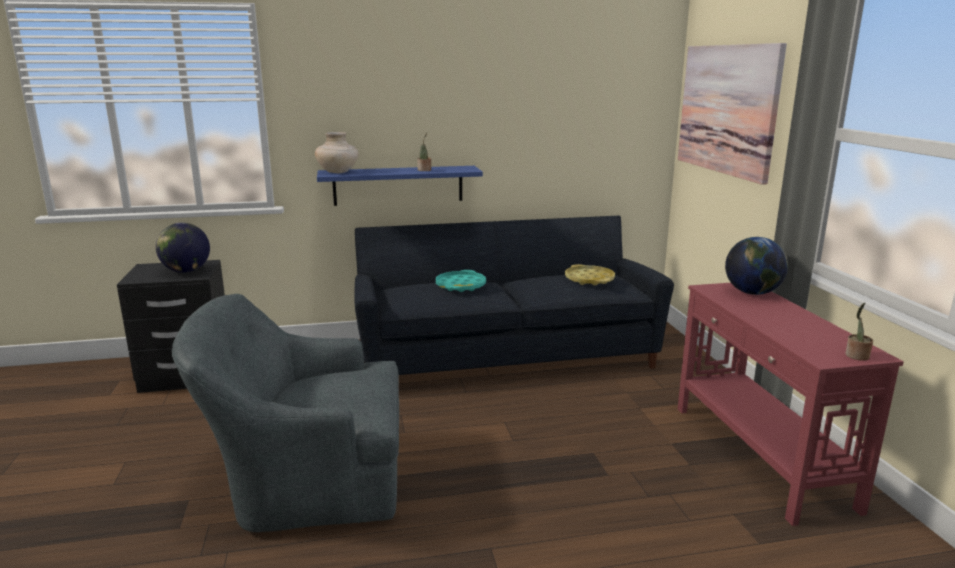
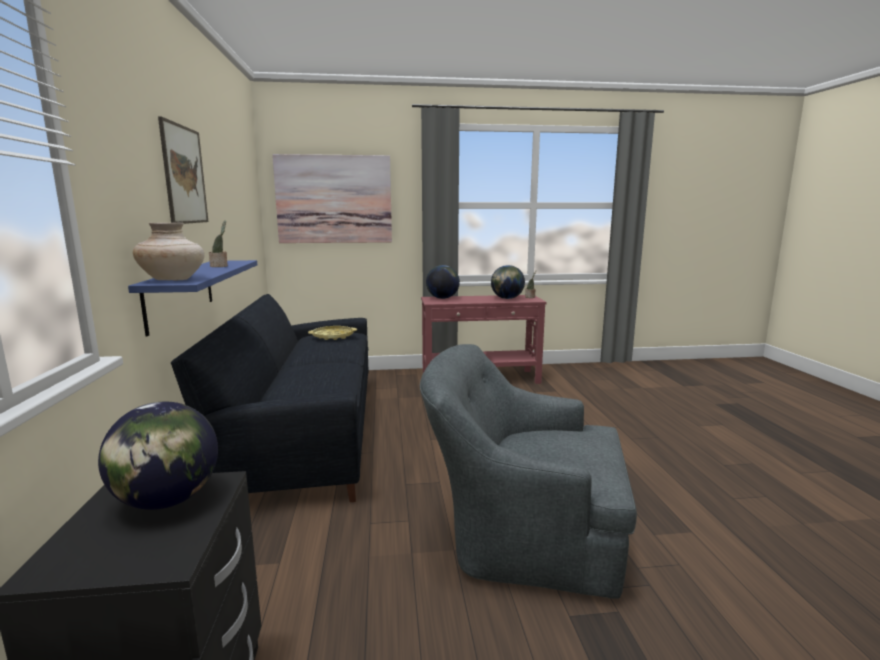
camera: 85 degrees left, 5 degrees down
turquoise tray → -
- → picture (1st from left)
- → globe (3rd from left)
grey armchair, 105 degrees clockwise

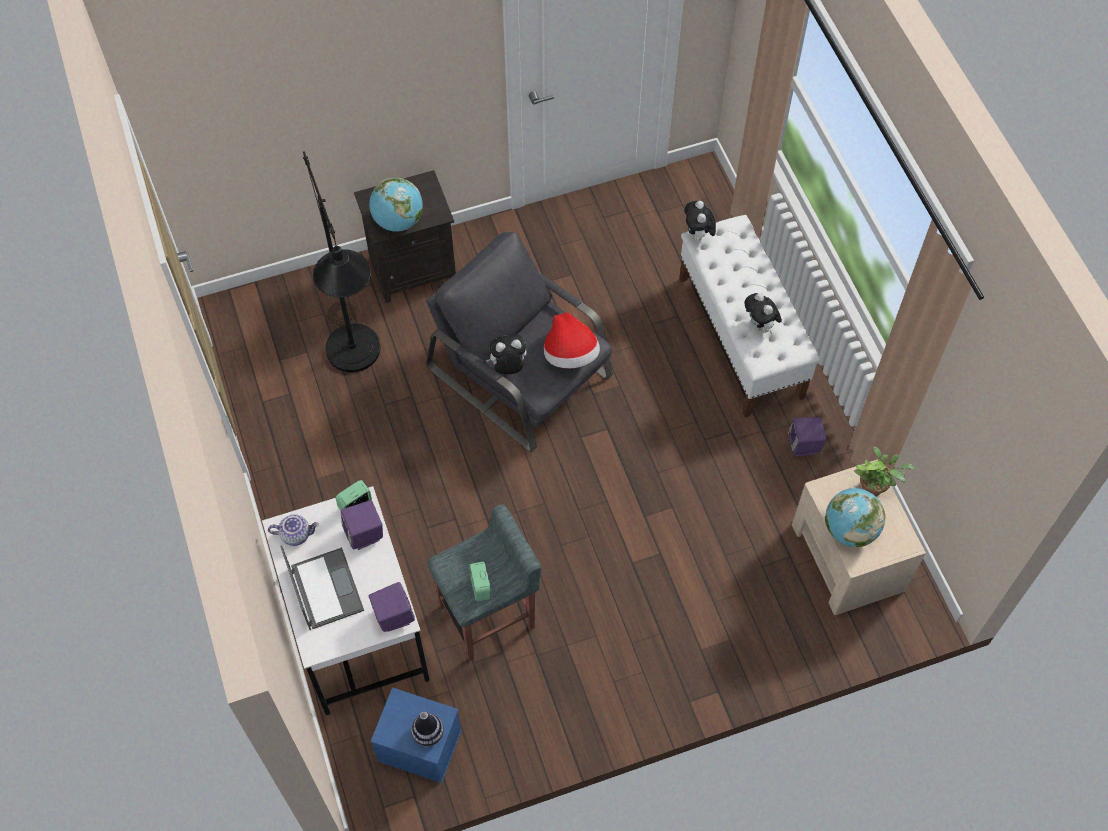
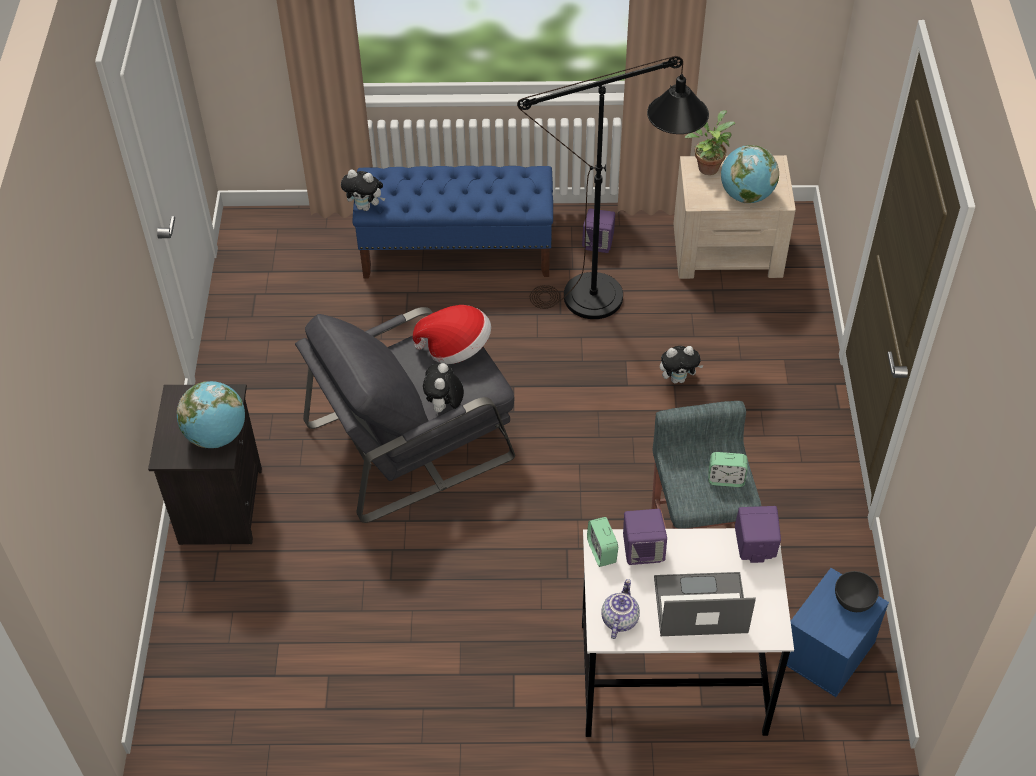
camera: 70 degrees left, 10 degrees down
black floor lamp, move
plush toy (3rd from left), move
vase → grey bowl
white bench → blue bench

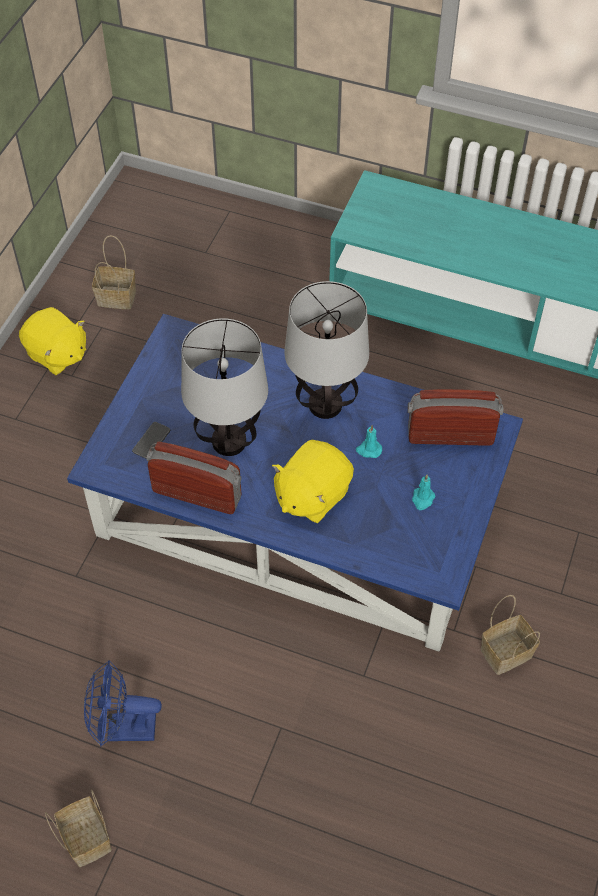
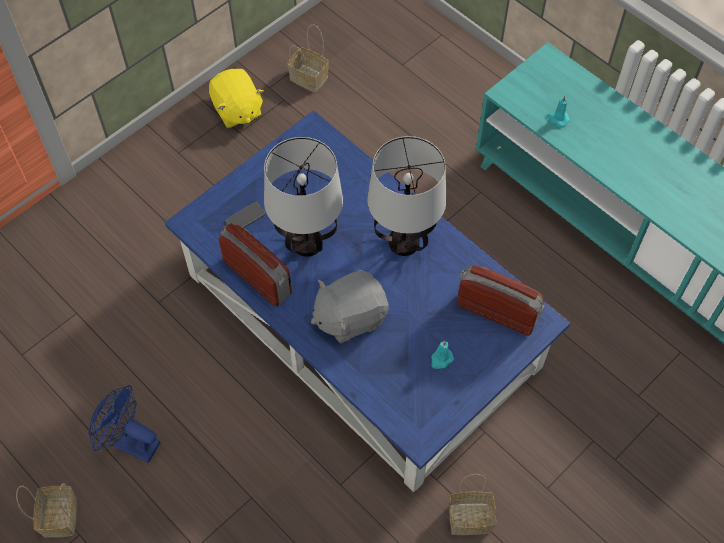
camera: 25 degrees right, 5 degrees up
turquoise candle (1st from left in the first image) → turquoise candle (2nd from left), move
yellow plush toy (2nd from left) → grey plush toy

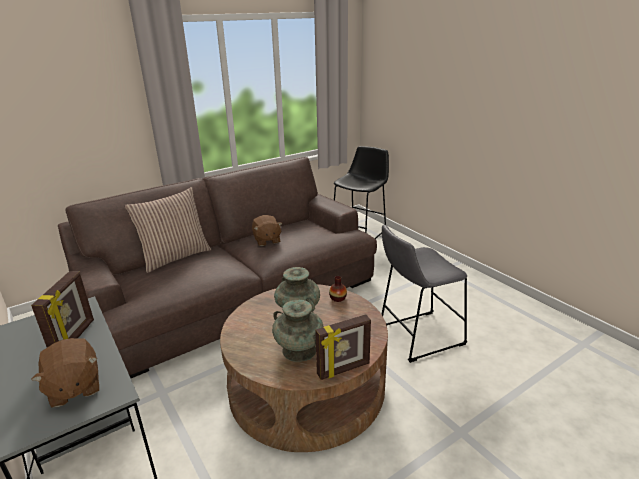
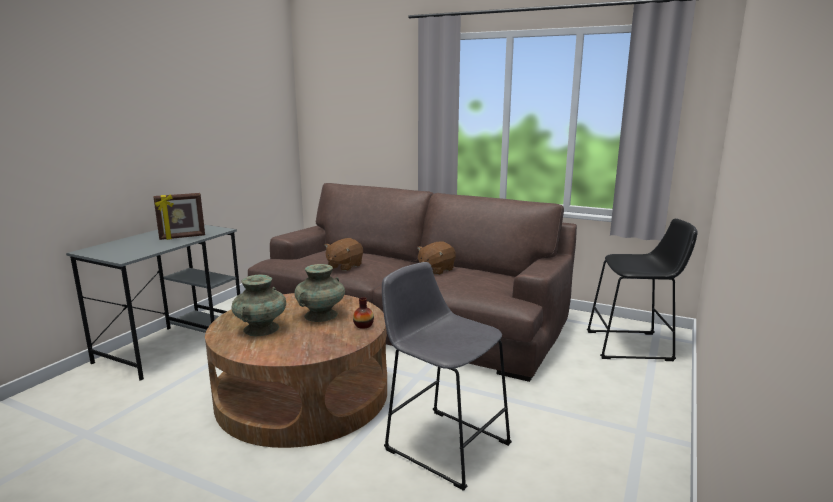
camera: 60 degrees right, 10 degrees down
pillow → -
picture frame (2nd from left) → -
brown plush toy (1st from left), move

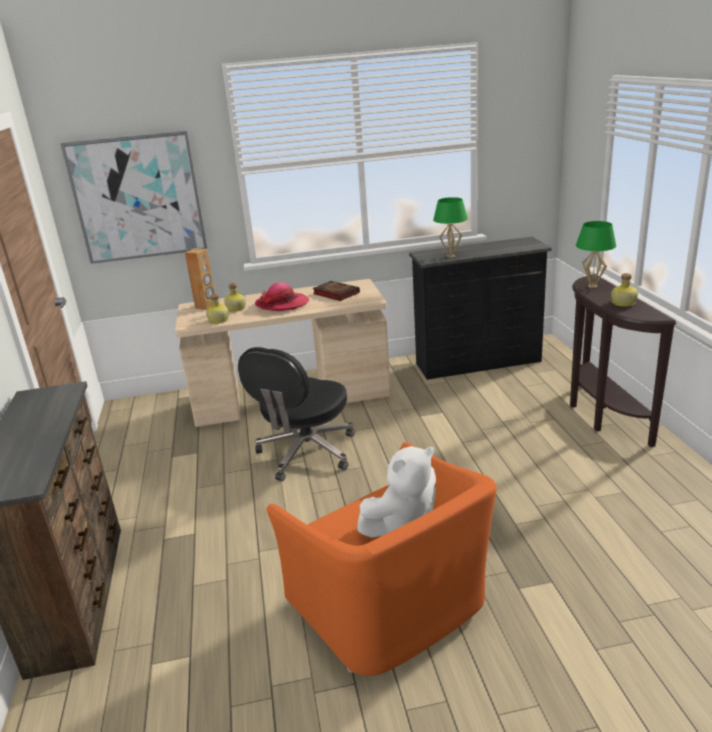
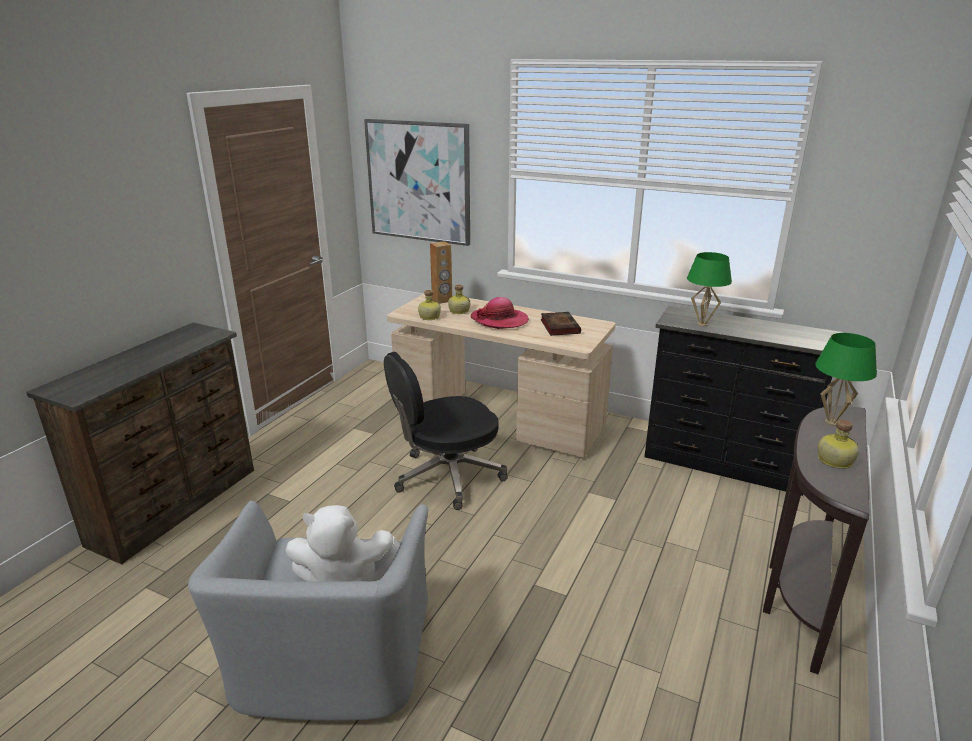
camera: 35 degrees right, 0 degrees up
orange armchair → grey armchair

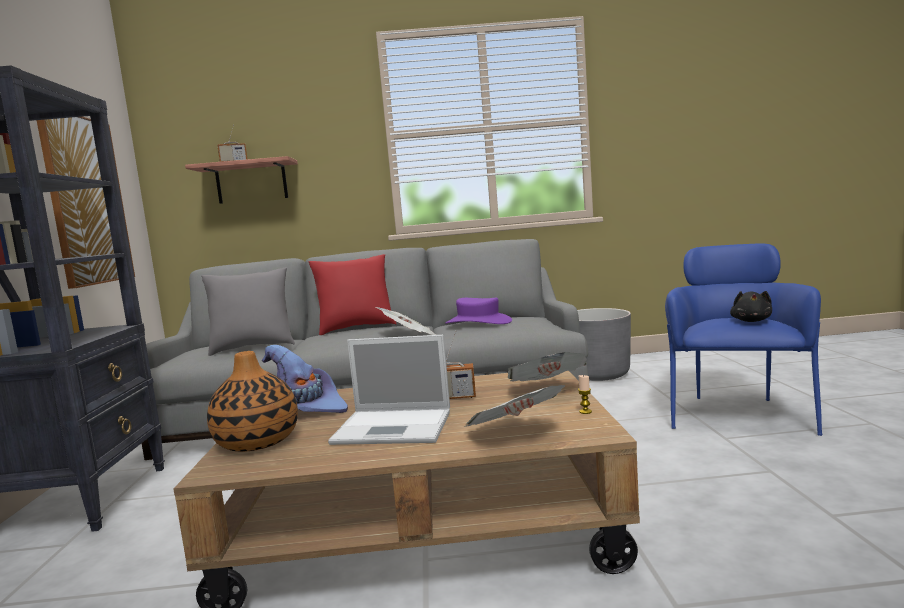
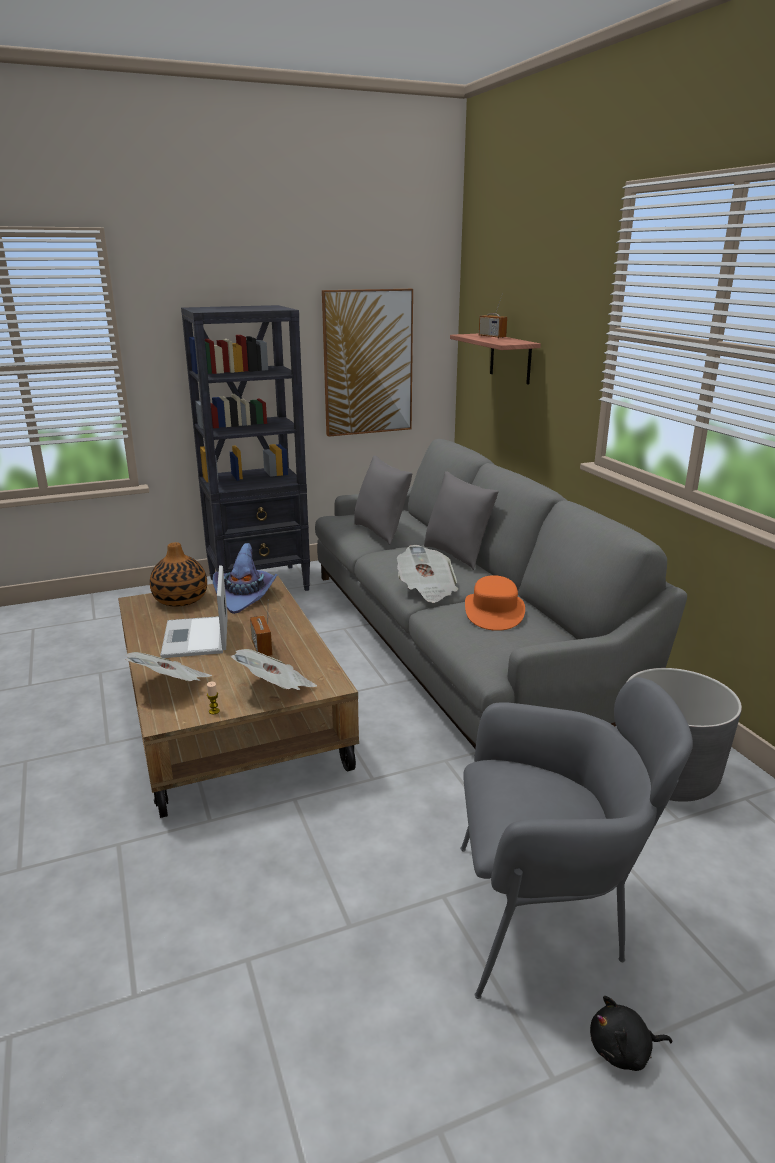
camera: 70 degrees right, 15 degrees up
black plush toy, move
red pillow → grey pillow (2nd from left)
purple hat (2nd from left) → orange hat
blue armchair → grey armchair

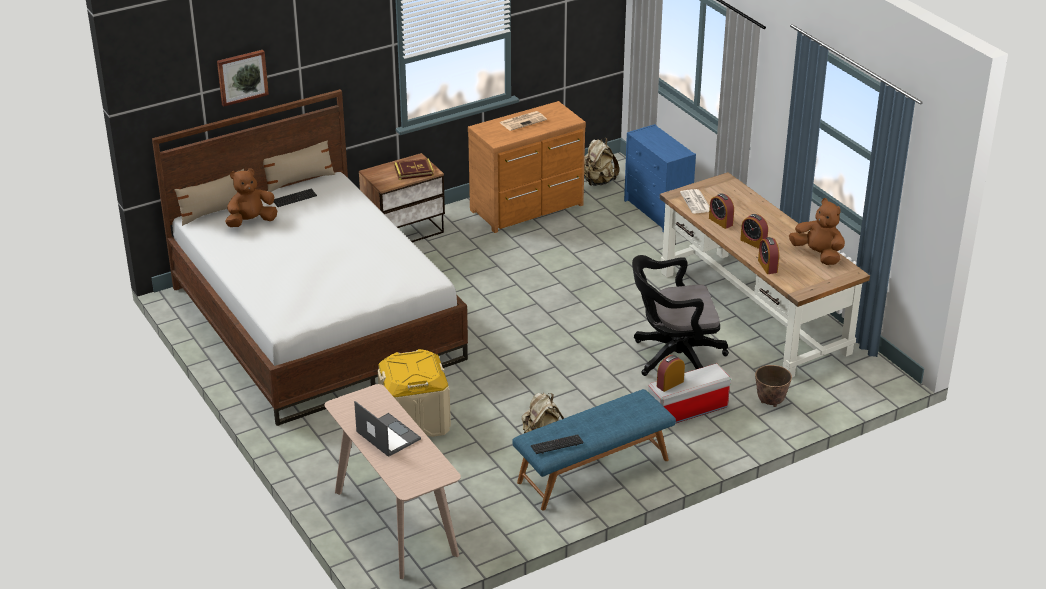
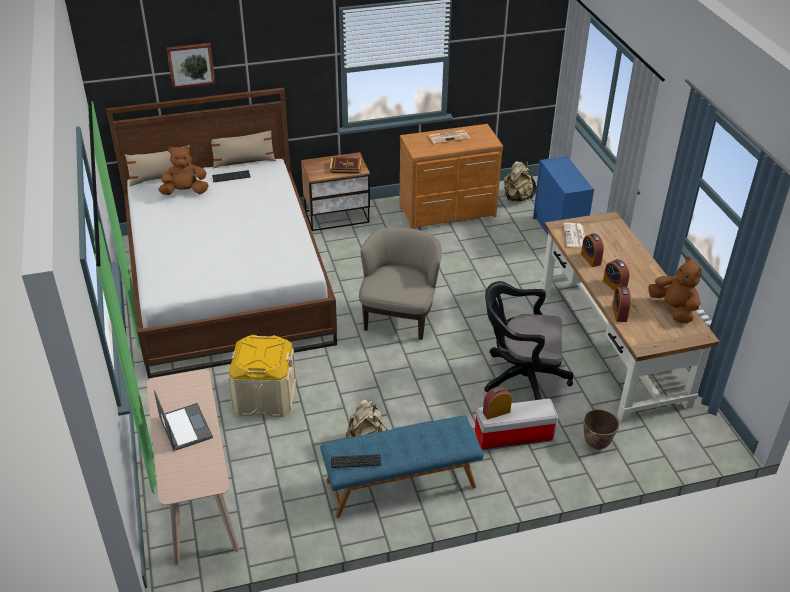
camera: 15 degrees right, 5 degrees up
- → beige armchair

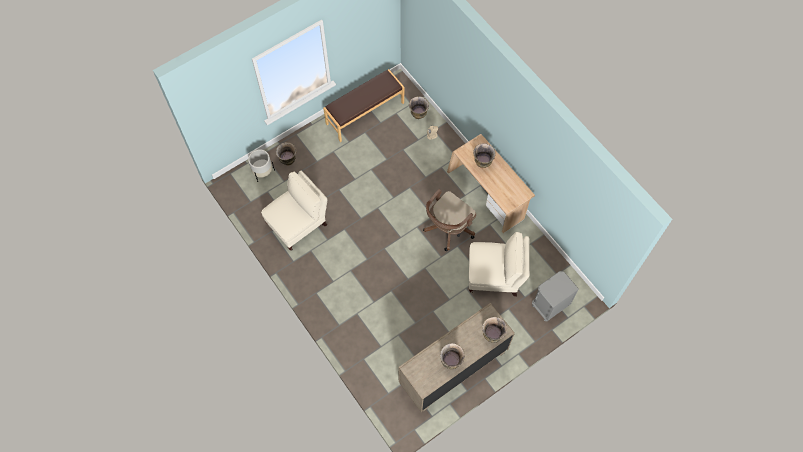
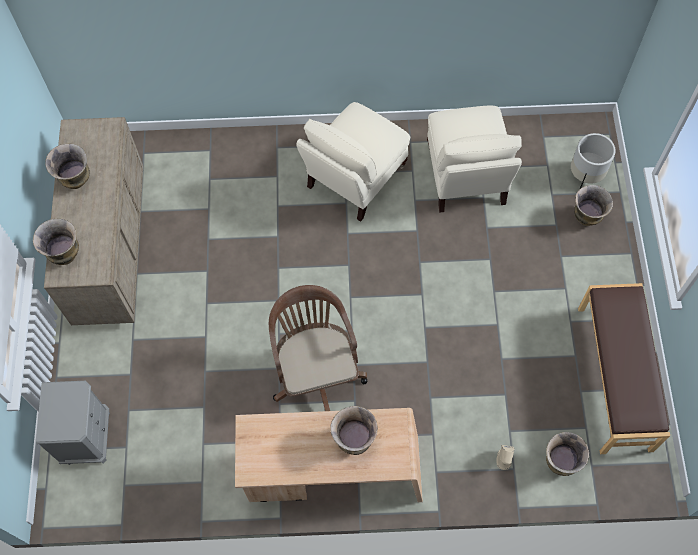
camera: 125 degrees right, 0 degrees up
beige armchair (2nd from left in the first image) → beige armchair (1st from left), move

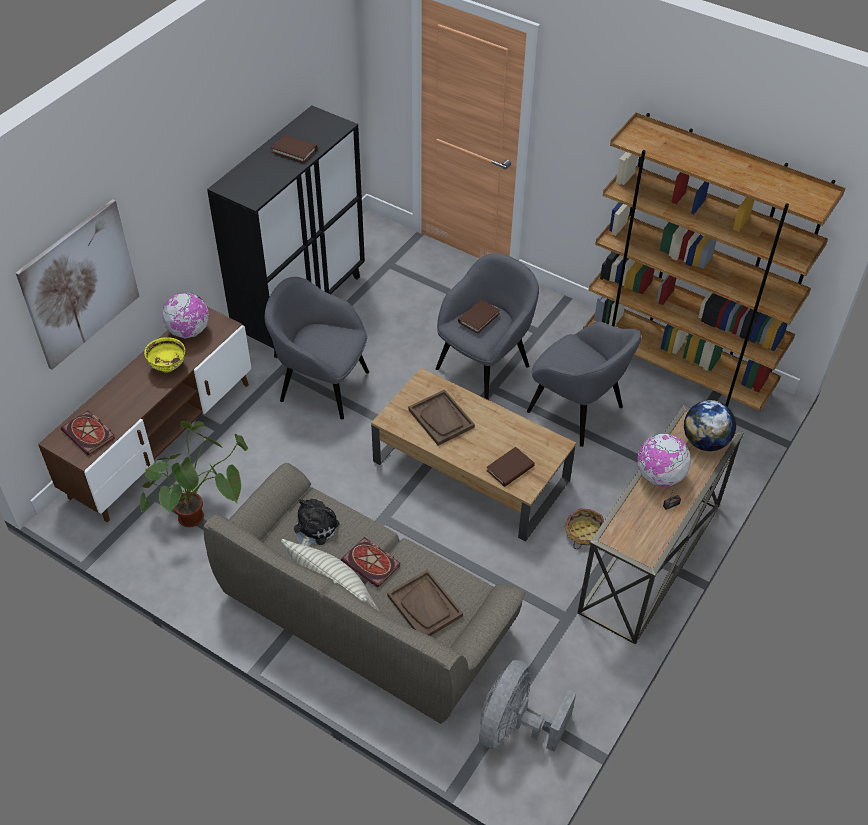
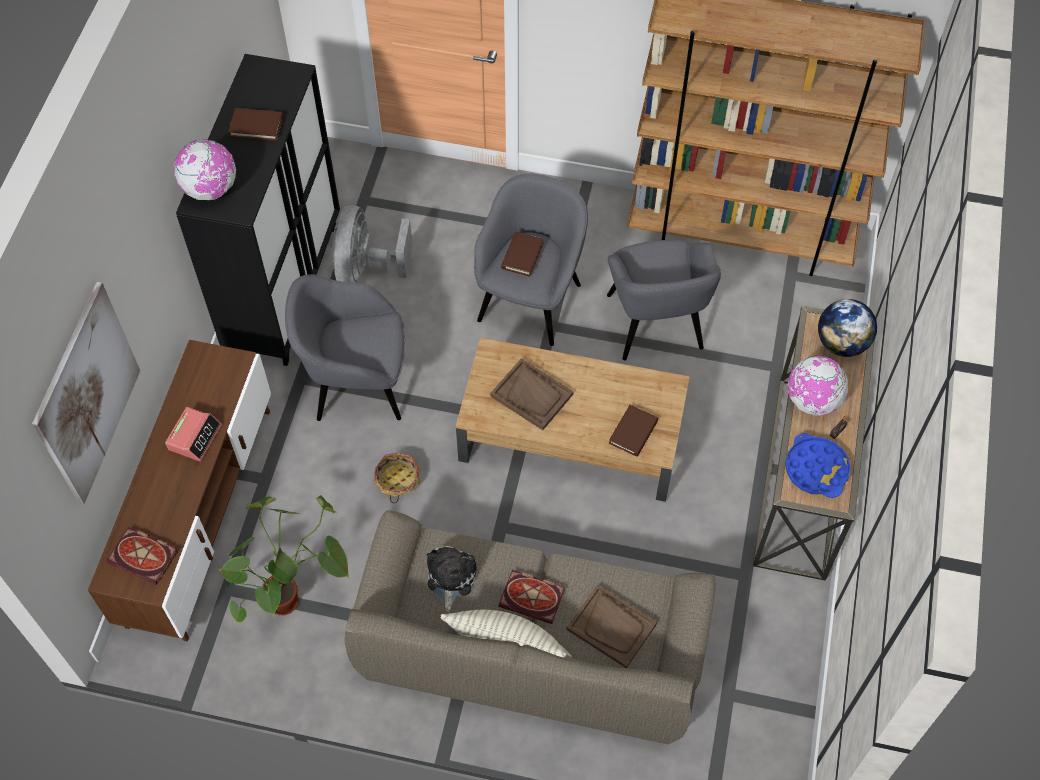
camera: 20 degrees left, 10 degrees up
- → blue tray
globe (1st from left), move
grey fan, move
basket, move
yellow bowl → alarm clock
grey armchair (3rd from left), 60 degrees clockwise

